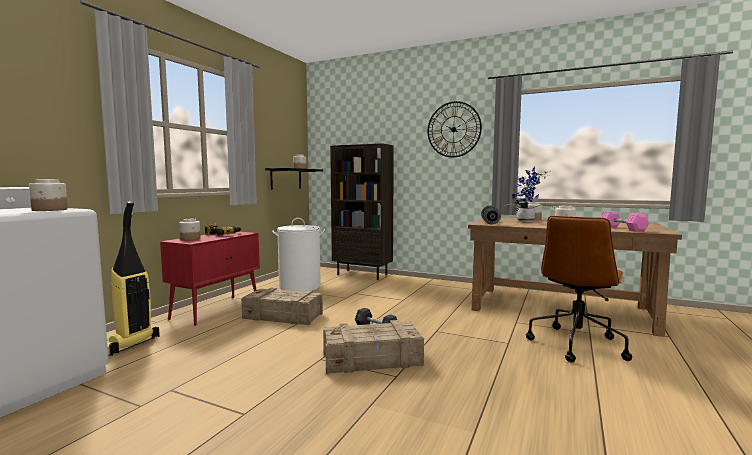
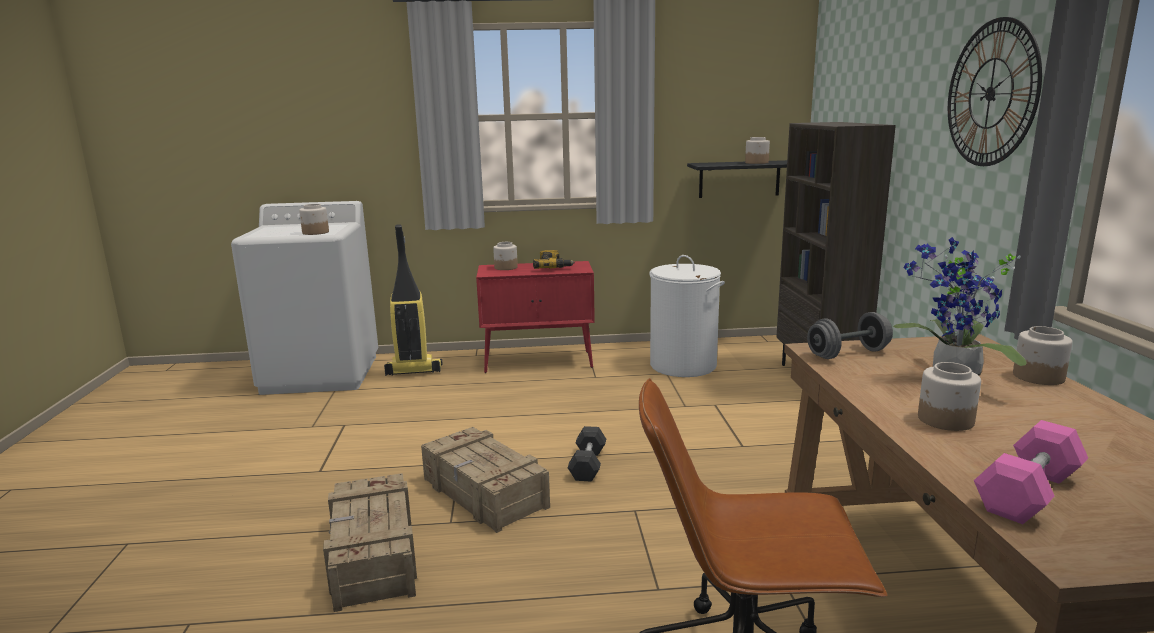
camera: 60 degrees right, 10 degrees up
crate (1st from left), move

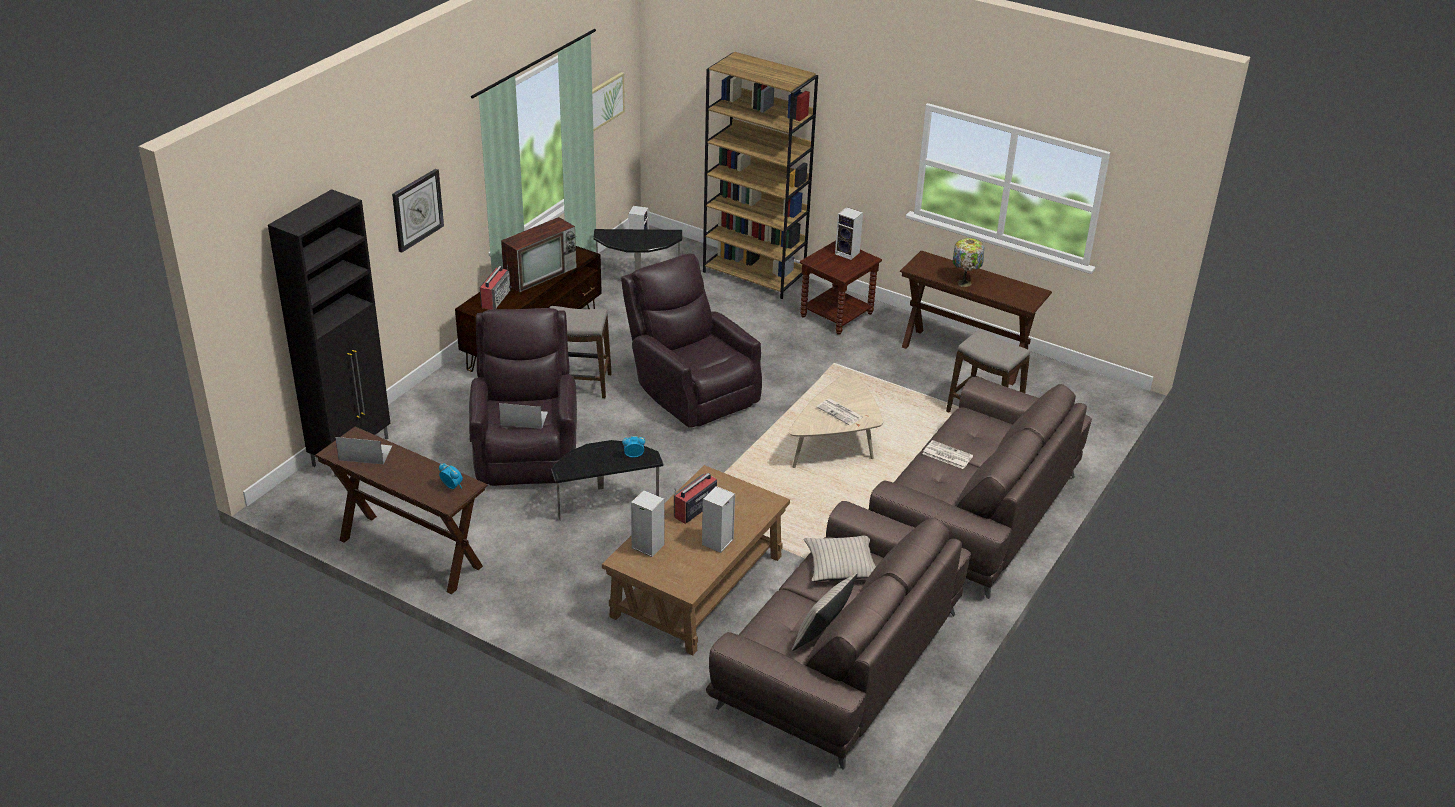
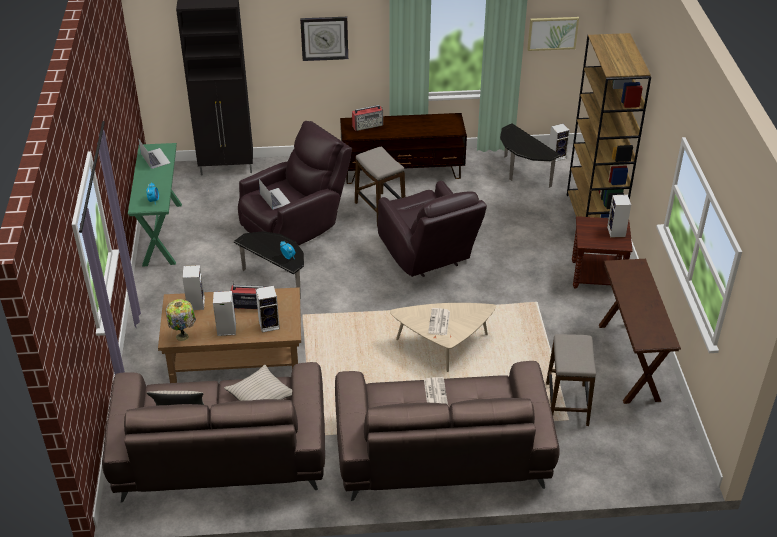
camera: 55 degrees right, 5 degrees up
television → -
- → speaker (3rd from left)
table lamp, move
brown console table (1st from left) → green console table
brown armchair (2nd from left), 135 degrees clockwise

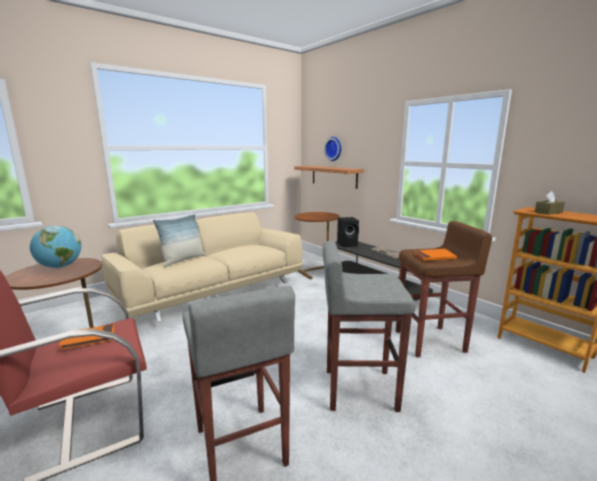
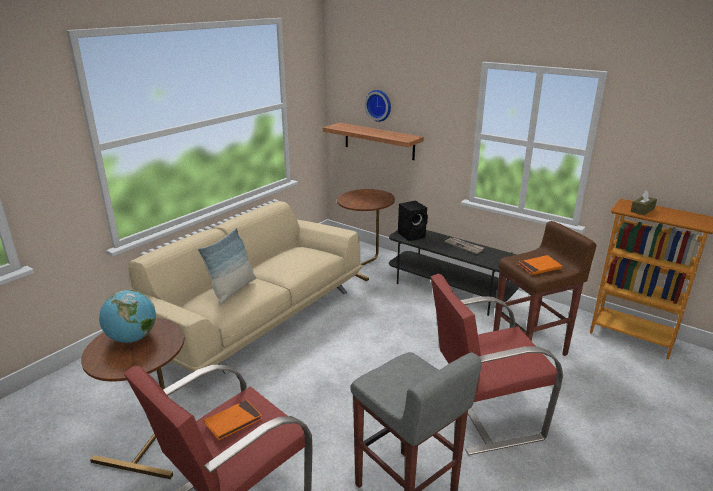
camera: 15 degrees left, 10 degrees up
grey stool (2nd from left) → red armchair (2nd from left)

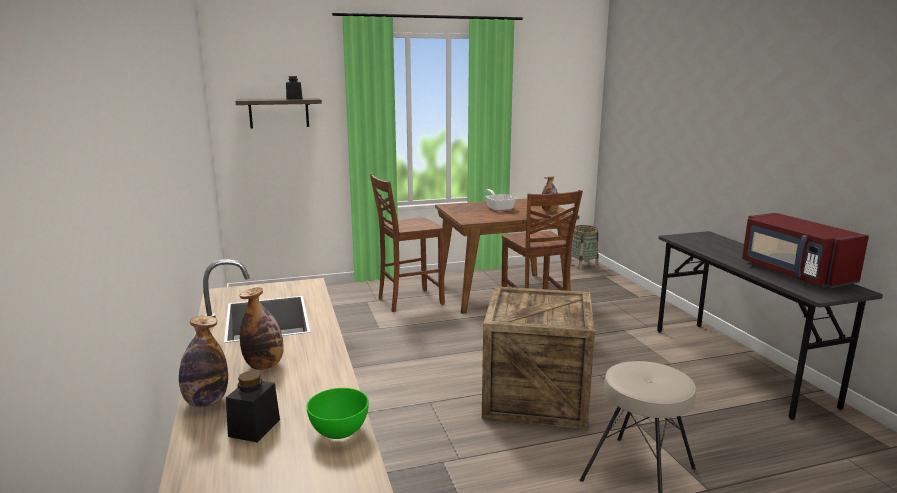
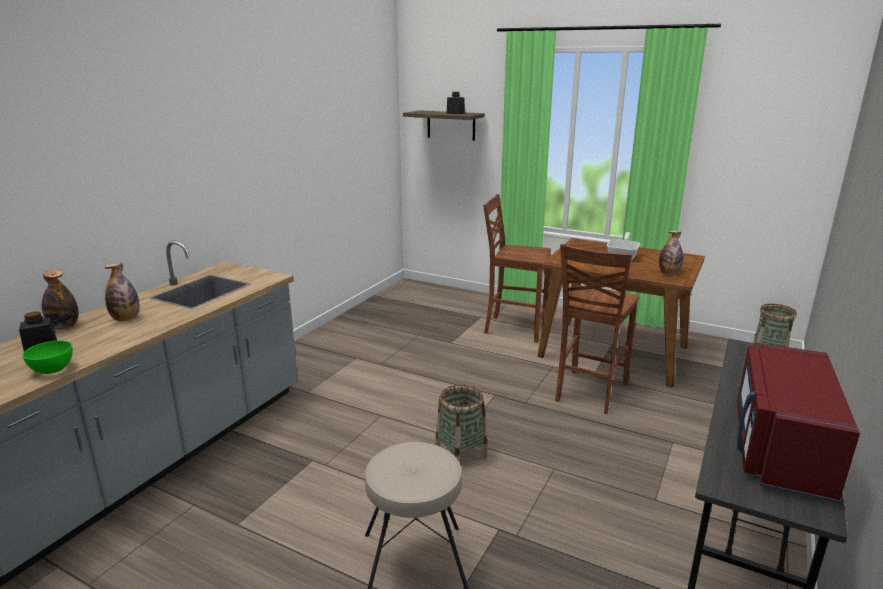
camera: 45 degrees right, 5 degrees up
crate → basket (1st from left)

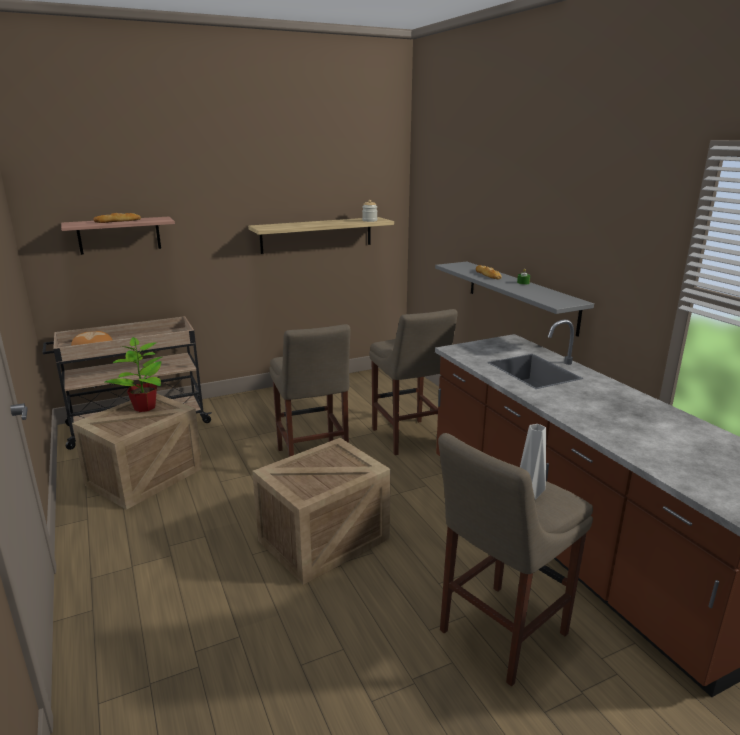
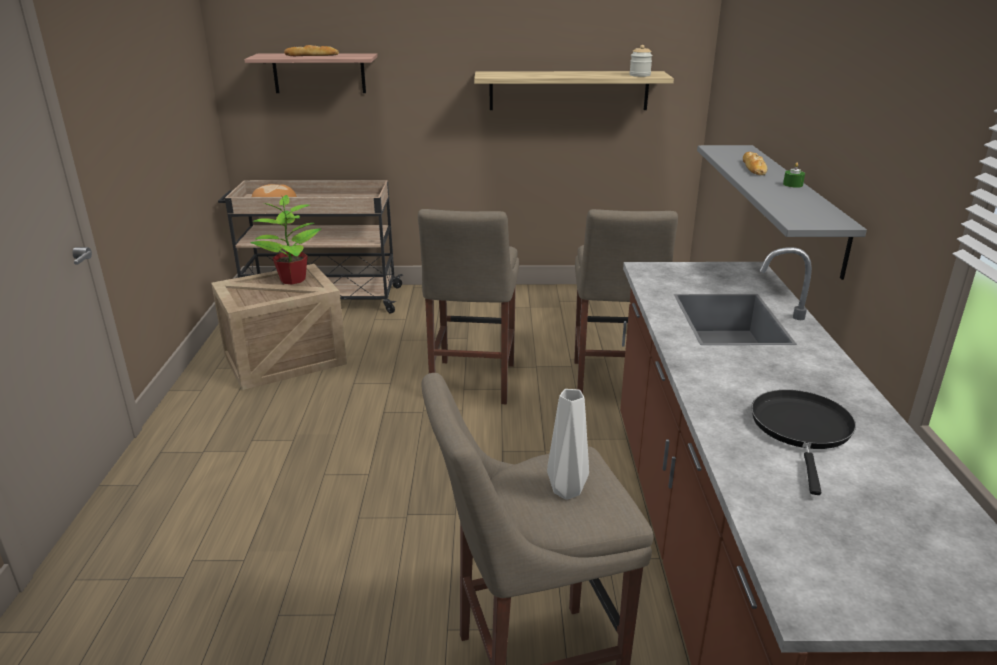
camera: 25 degrees right, 5 degrees up
crate (2nd from left) → -
- → black frying pan

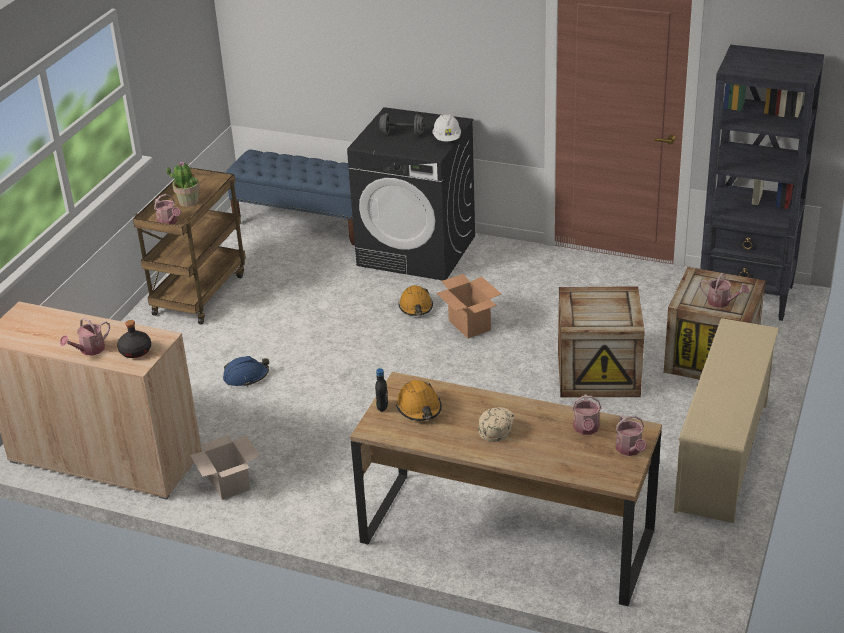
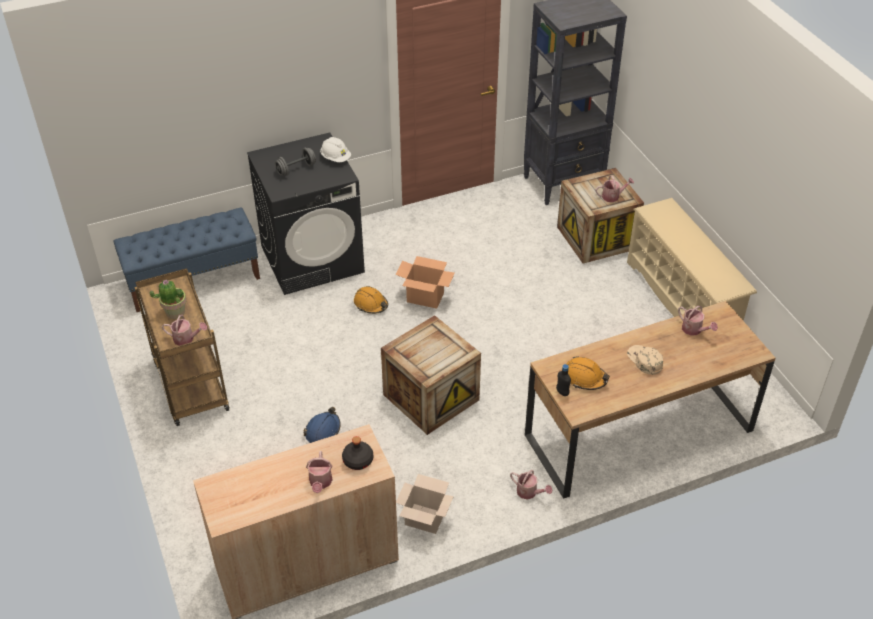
camera: 45 degrees left, 10 degrees up
crate (1st from left), move
watering can (4th from left in the first image) → watering can (3rd from left), move

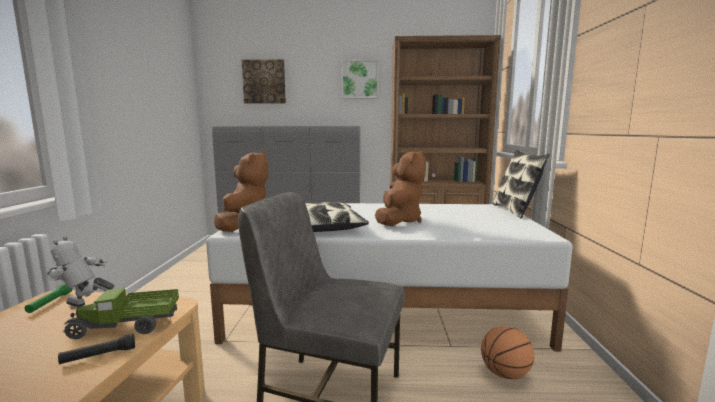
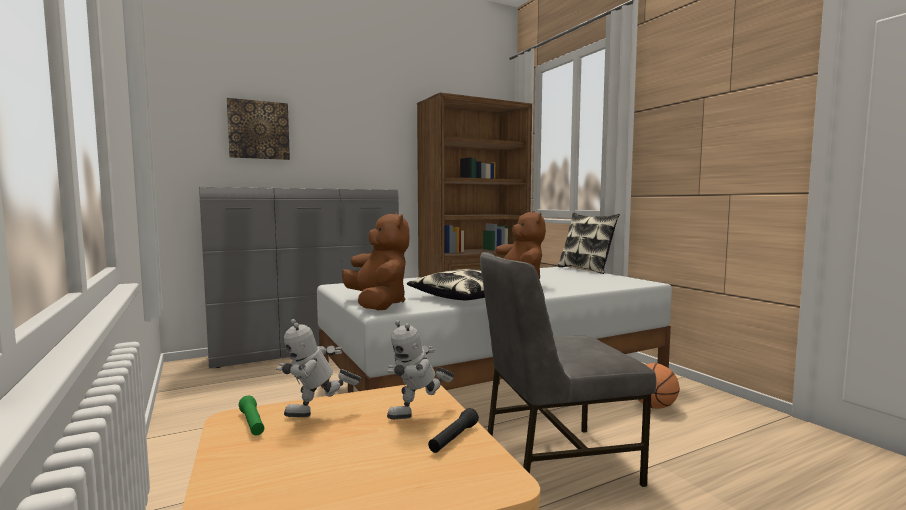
camera: 30 degrees left, 5 degrees down
picture (2nd from left) → -
toy truck → toy robot (2nd from left)

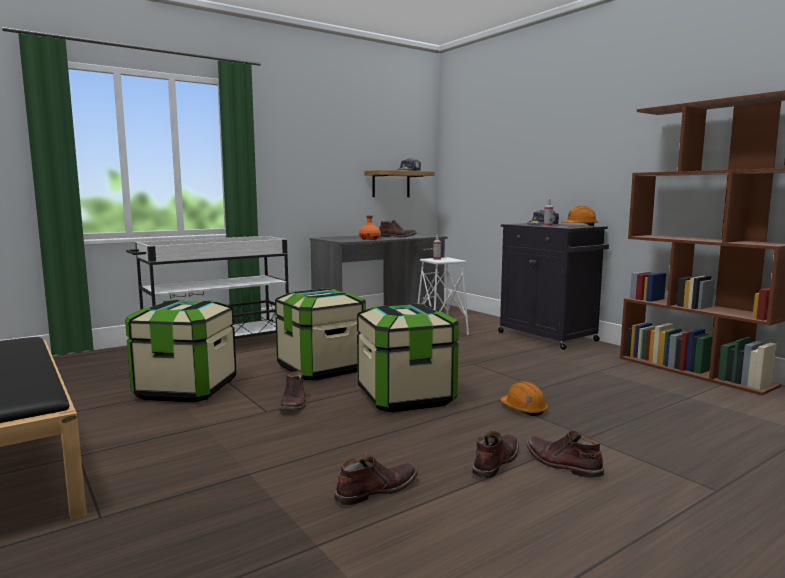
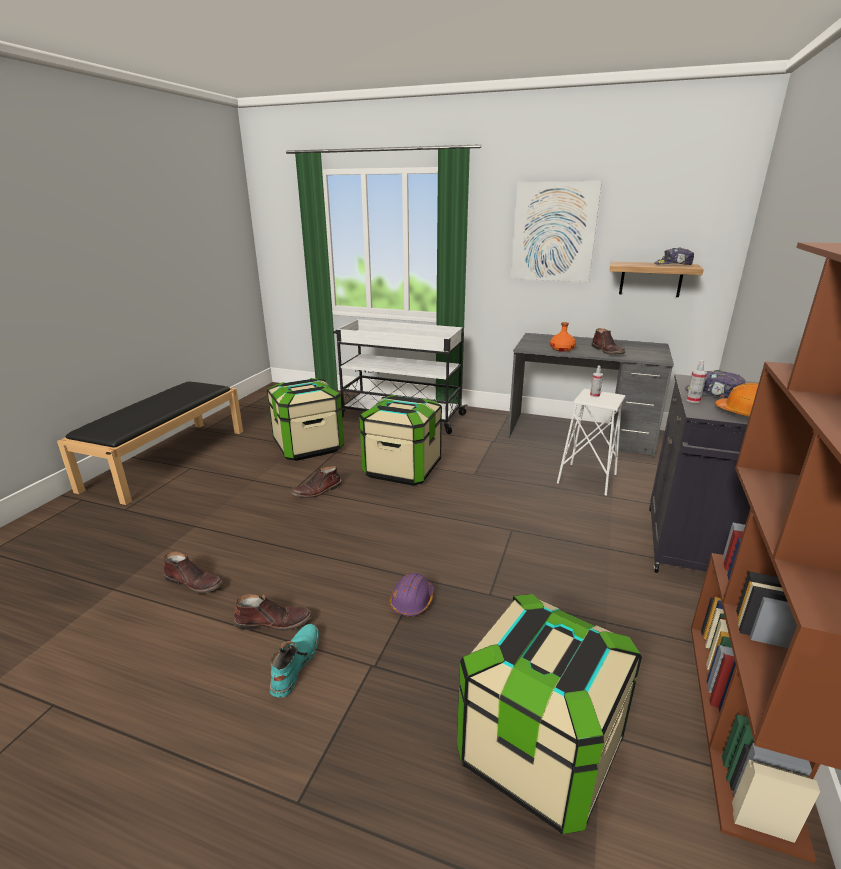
camera: 55 degrees right, 15 degrees up
- → picture
storage box (3rd from left), move
orange hard hat (1st from left) → purple hard hat
brown boot (5th from left) → turquoise boot

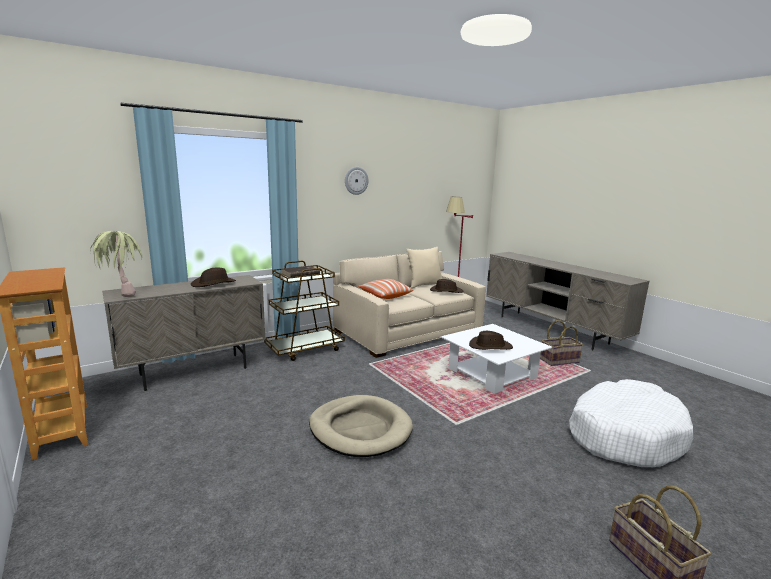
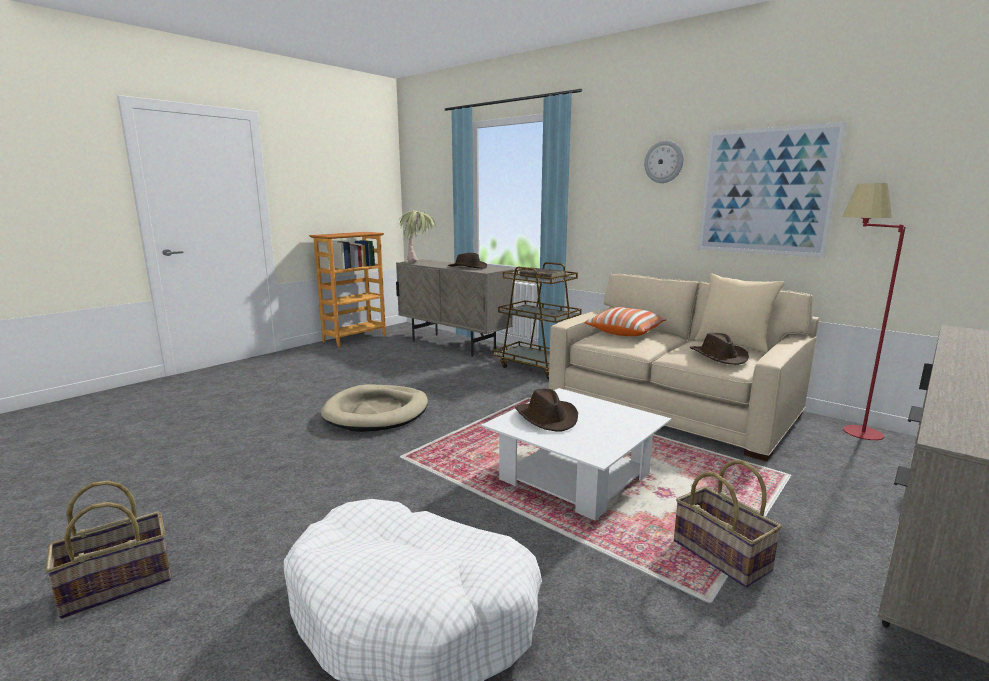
camera: 75 degrees right, 0 degrees up
- → picture

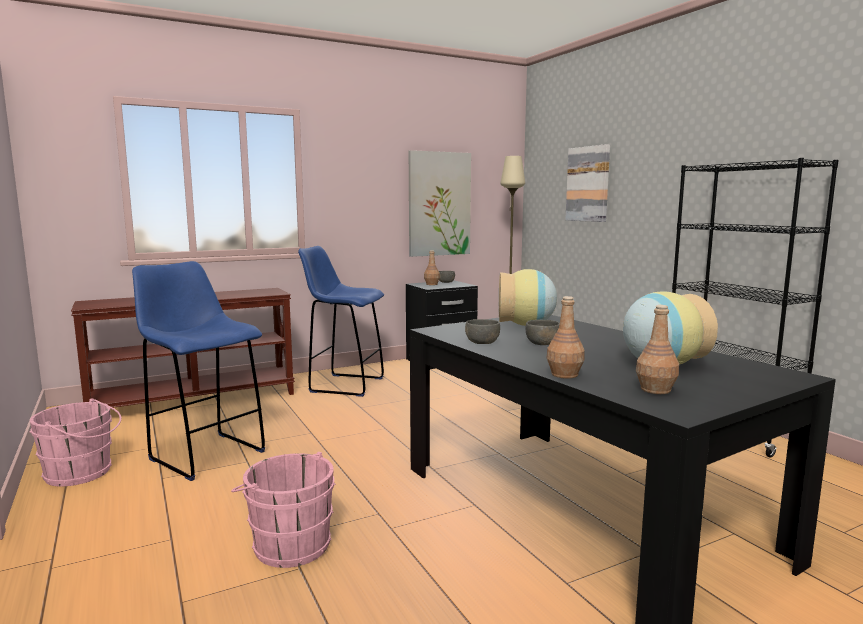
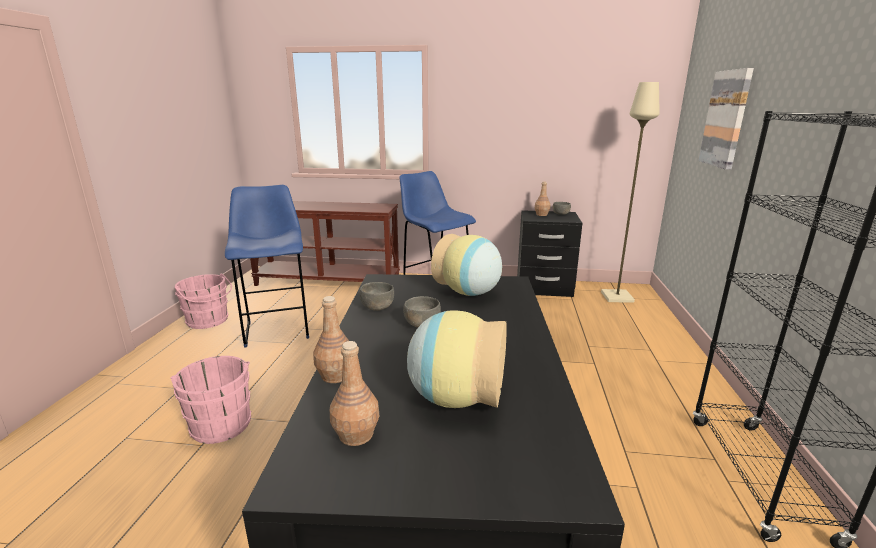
camera: 35 degrees right, 10 degrees up
picture (1st from left) → -

